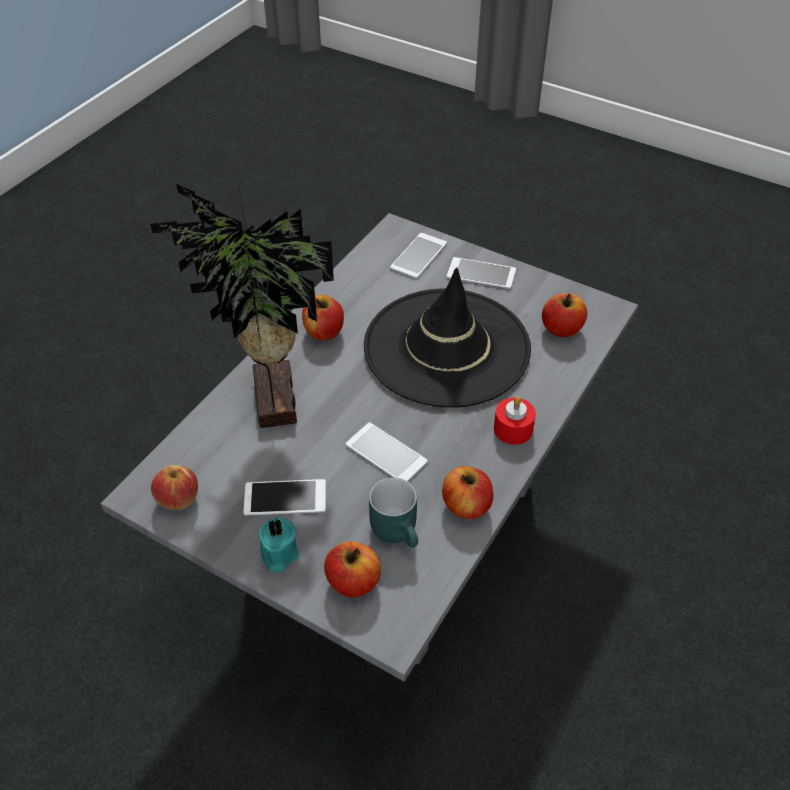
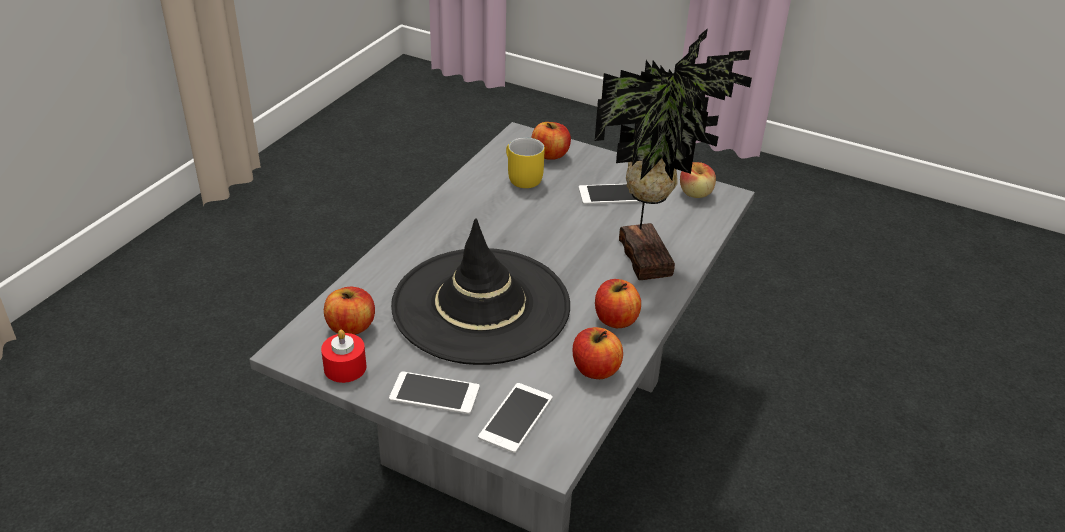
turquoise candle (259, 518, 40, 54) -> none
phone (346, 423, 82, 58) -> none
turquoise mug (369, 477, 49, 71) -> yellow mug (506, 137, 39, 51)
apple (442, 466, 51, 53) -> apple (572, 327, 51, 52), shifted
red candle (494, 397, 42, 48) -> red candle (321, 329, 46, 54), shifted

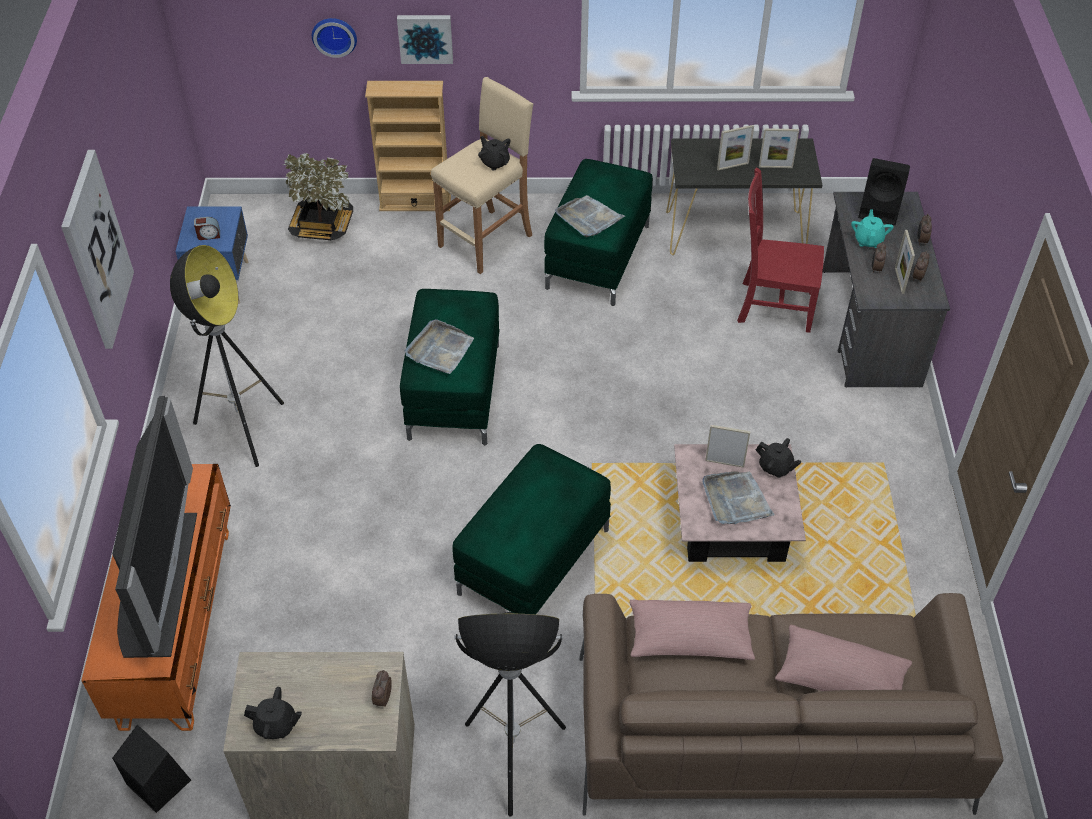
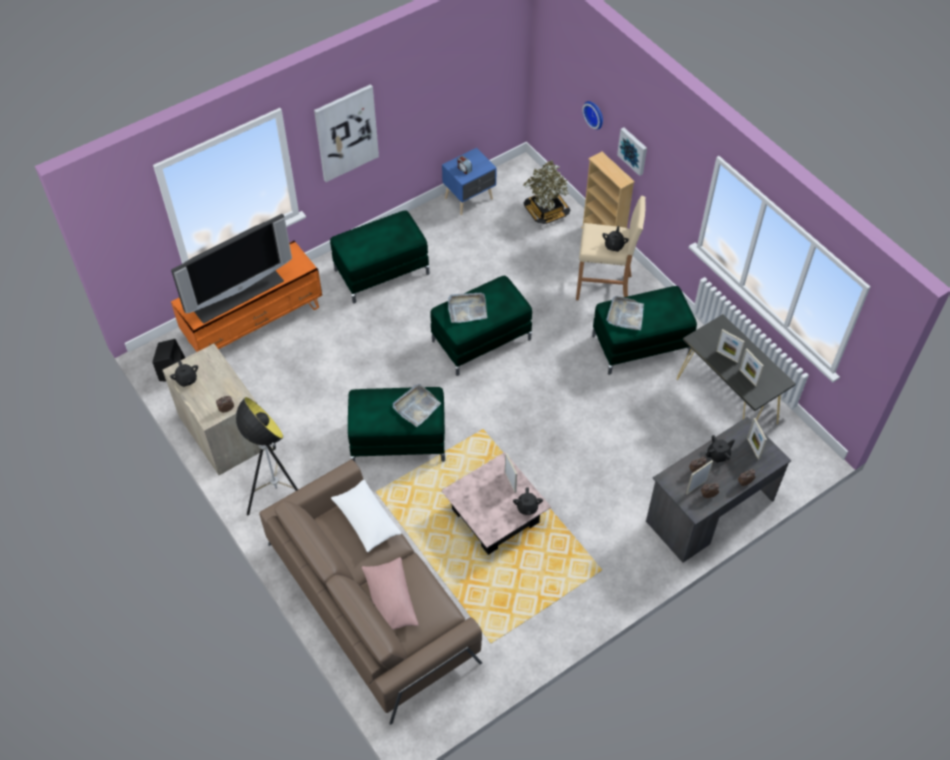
floor lamp (170, 245, 114, 222) -> green ottoman (330, 210, 99, 93)
pink pillow (630, 600, 125, 60) -> white pillow (331, 480, 71, 72)
grey tray (702, 471, 72, 53) -> grey tray (393, 384, 48, 43), shifted
red chair (737, 168, 87, 165) -> none
turquoise teapot (851, 209, 42, 39) -> black teapot (706, 435, 29, 28)
black speaker (858, 158, 52, 67) -> picture frame (747, 418, 20, 42)

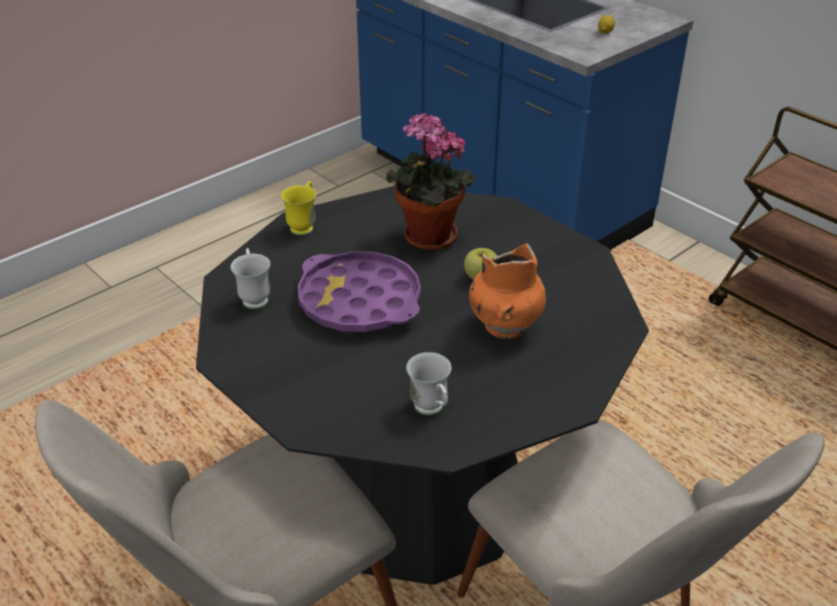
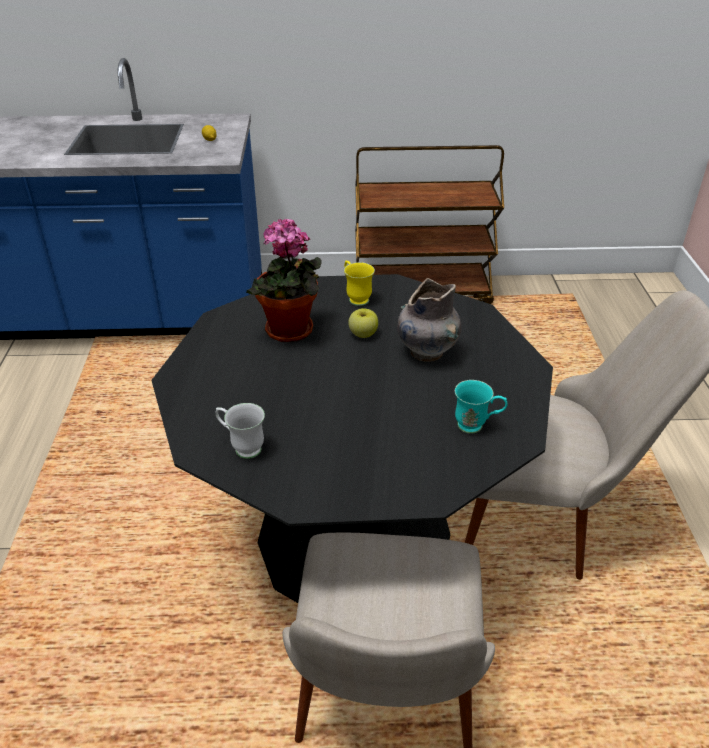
yellow mug (281, 181, 35, 54) -> yellow mug (344, 261, 31, 45), shifted
purple tray (298, 251, 123, 81) -> none
white mug (406, 352, 46, 63) -> turquoise mug (455, 380, 53, 54)
orange vase (469, 243, 77, 96) -> grey vase (397, 278, 65, 84)

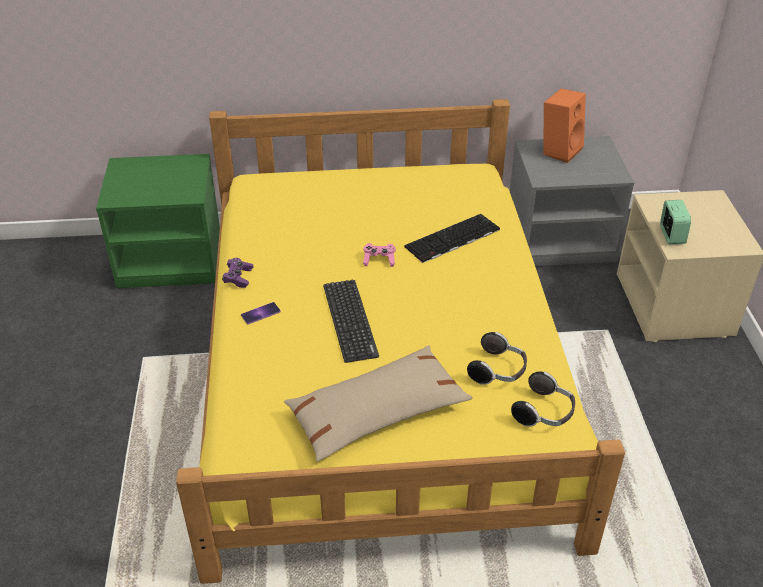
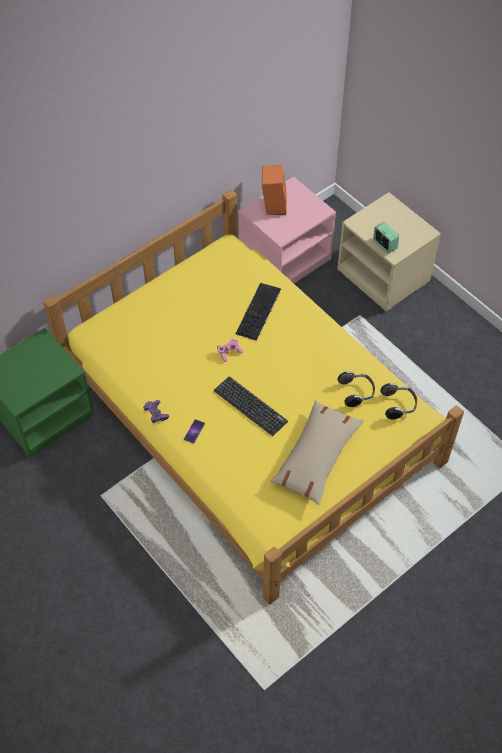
grey nightstand (510, 136, 124, 130) -> pink nightstand (239, 177, 97, 106)

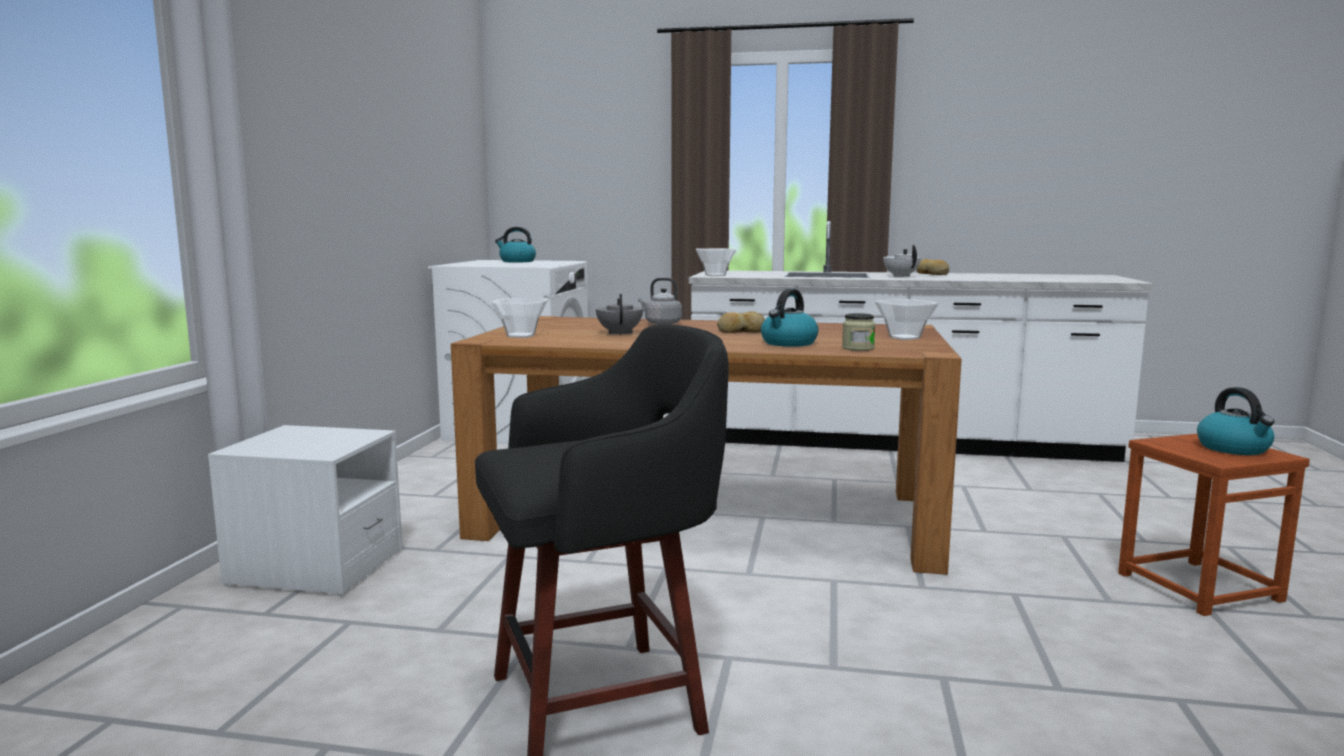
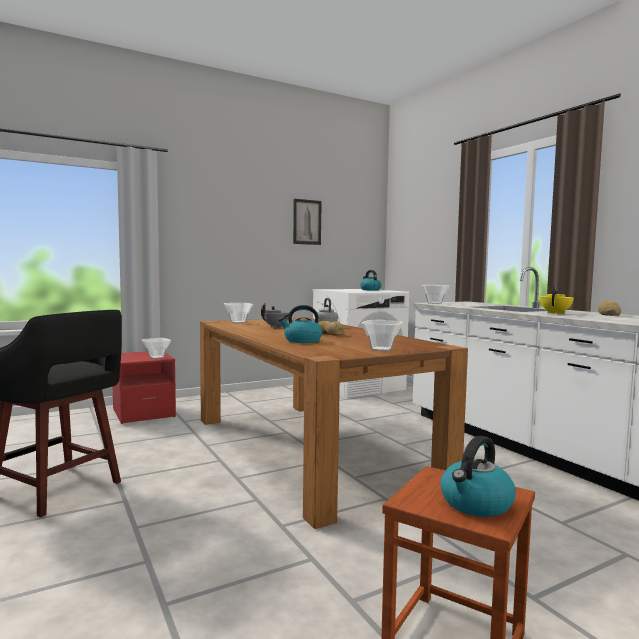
white nightstand (208, 425, 195, 171) -> red nightstand (113, 351, 63, 73)
jar (842, 313, 33, 38) -> none
white teapot (883, 245, 38, 32) -> yellow teapot (540, 286, 34, 28)
none -> bowl (142, 338, 29, 21)
none -> picture (293, 199, 29, 46)

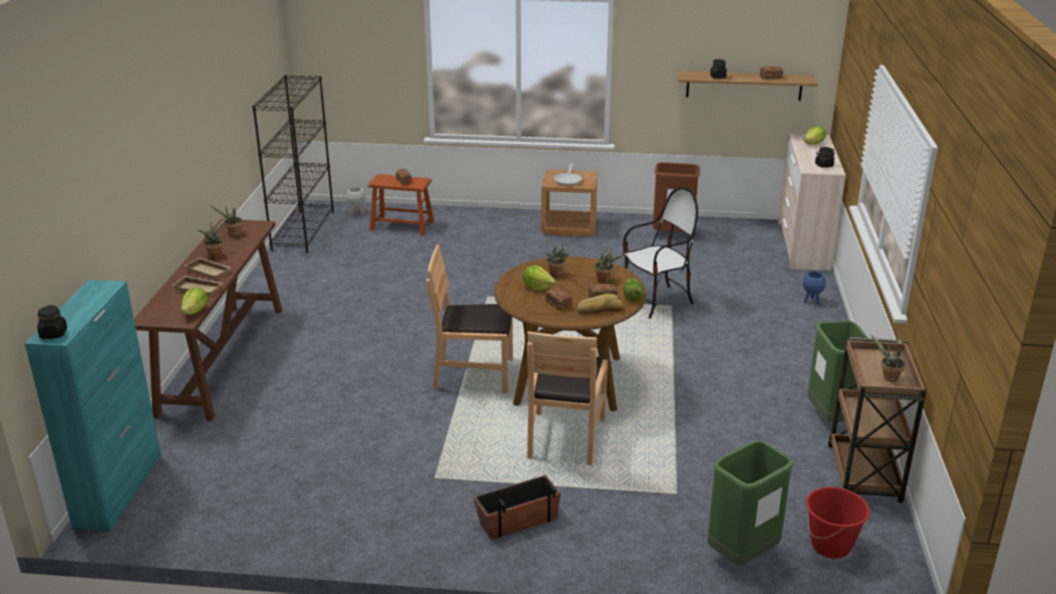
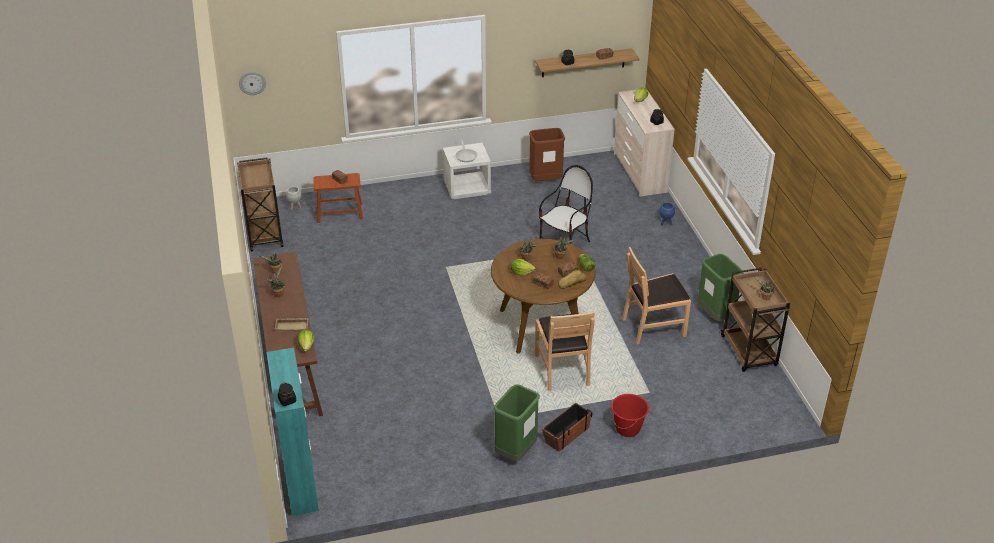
beige tray (184, 257, 47, 23) -> none
black bookcase (252, 75, 82, 178) -> brown cart (237, 157, 47, 94)
brown chair (426, 244, 87, 149) -> brown chair (622, 247, 69, 97), shifted
brown nightstand (541, 170, 57, 67) -> white nightstand (443, 143, 48, 56)
green trash can (707, 440, 87, 125) -> green trash can (494, 384, 46, 77), shifted
red bucket (806, 487, 64, 72) -> red bucket (611, 394, 38, 43), shifted
none -> wall clock (239, 72, 27, 23)

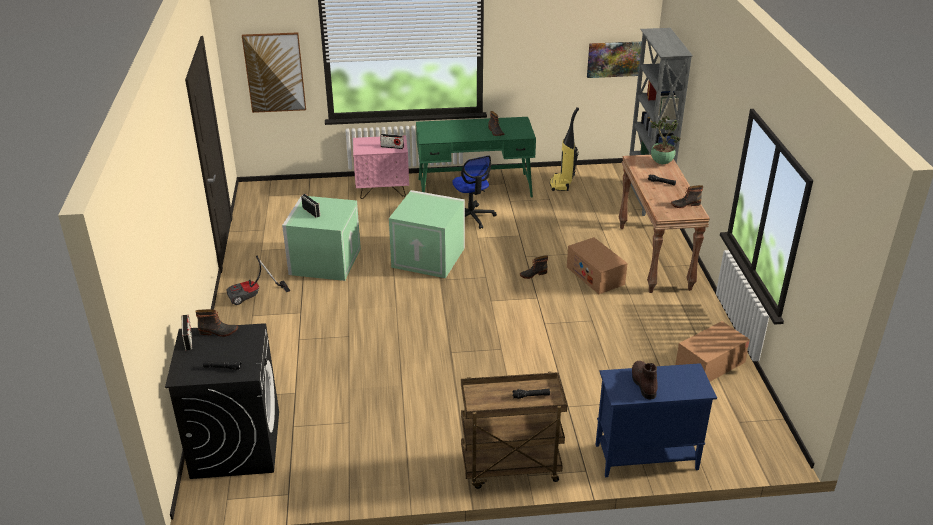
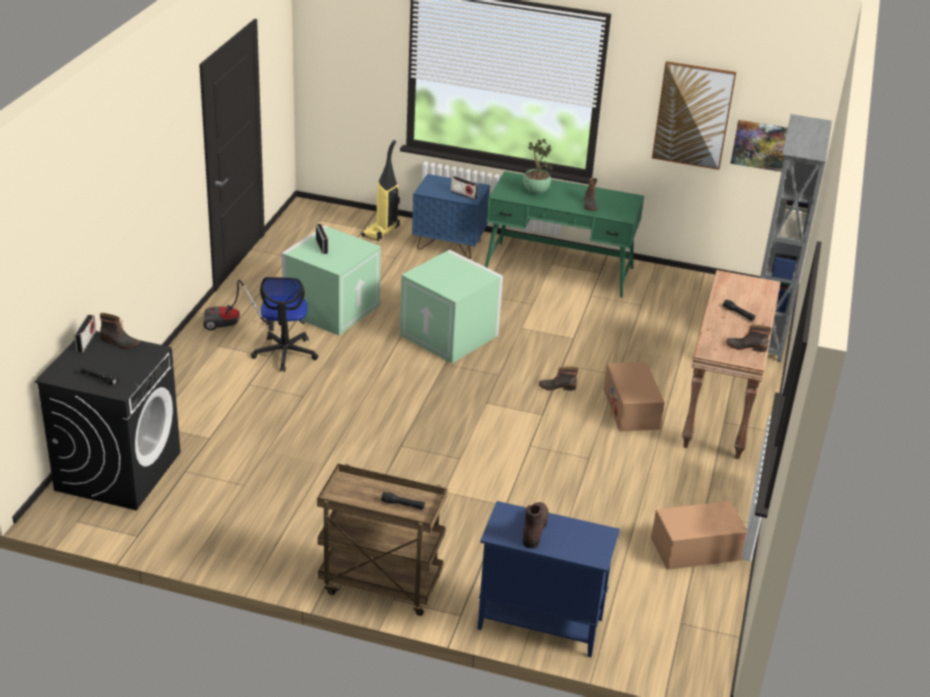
picture (242, 32, 64, 81) -> picture (652, 61, 84, 109), shifted
pink nightstand (353, 135, 56, 64) -> blue nightstand (412, 174, 78, 85)
office chair (452, 156, 45, 73) -> office chair (251, 277, 68, 95), shifted
vacuum cleaner (550, 107, 29, 84) -> vacuum cleaner (361, 140, 39, 101), shifted
potted plant (651, 116, 29, 48) -> potted plant (523, 139, 30, 55), shifted

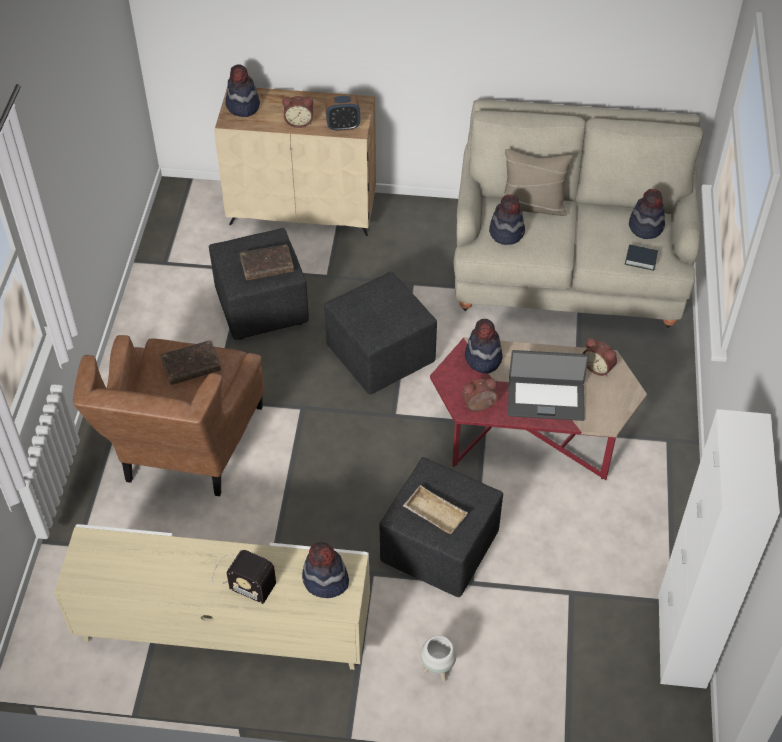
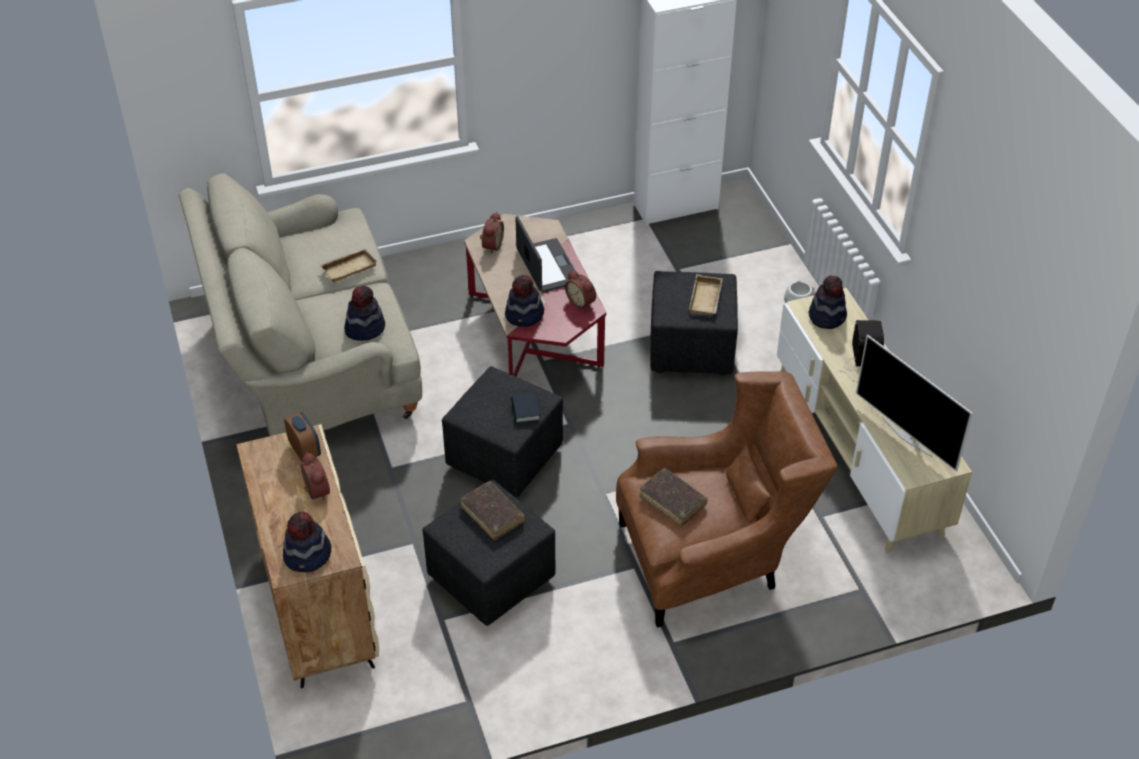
beige pillow (500, 149, 73, 67) -> none
book (625, 244, 33, 27) -> book (511, 393, 29, 31), shifted
hat (629, 189, 36, 50) -> none
none -> beige tray (319, 248, 59, 35)
none -> television (856, 334, 117, 138)

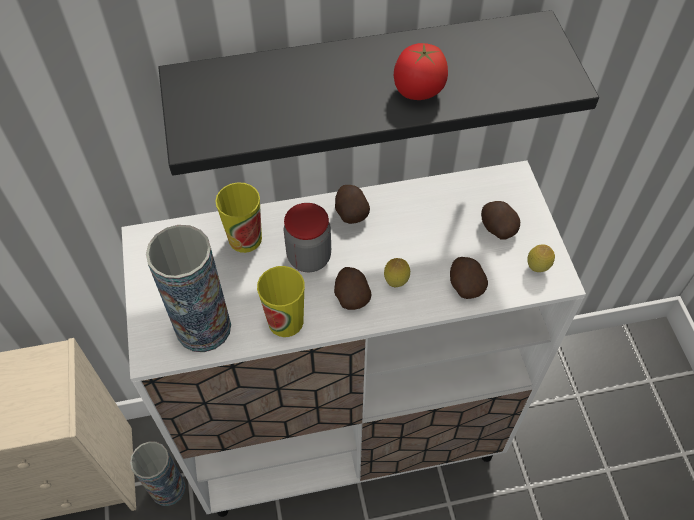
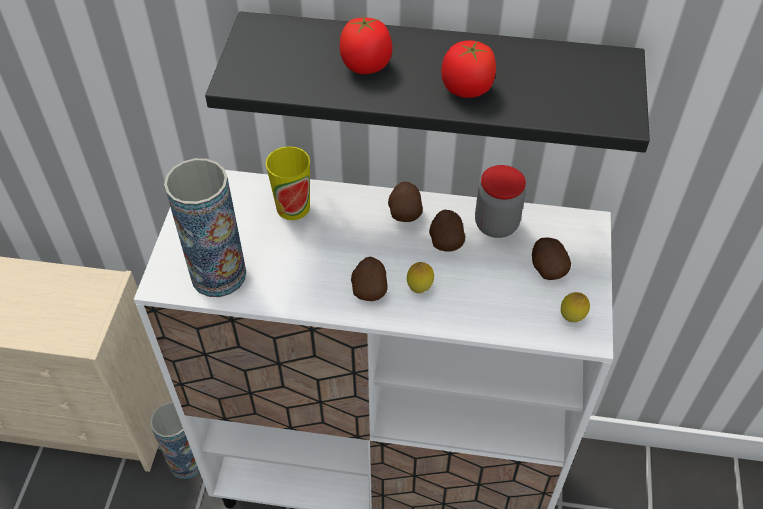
cup (257, 266, 48, 71) -> none
jar (284, 203, 47, 69) -> jar (475, 165, 51, 73), shifted
potato (450, 257, 38, 42) -> potato (429, 210, 36, 41), shifted
none -> tomato (340, 14, 53, 60)

